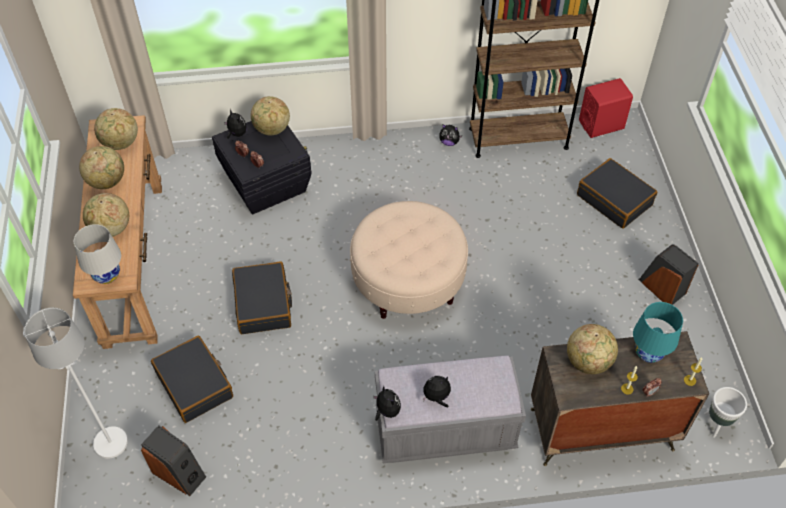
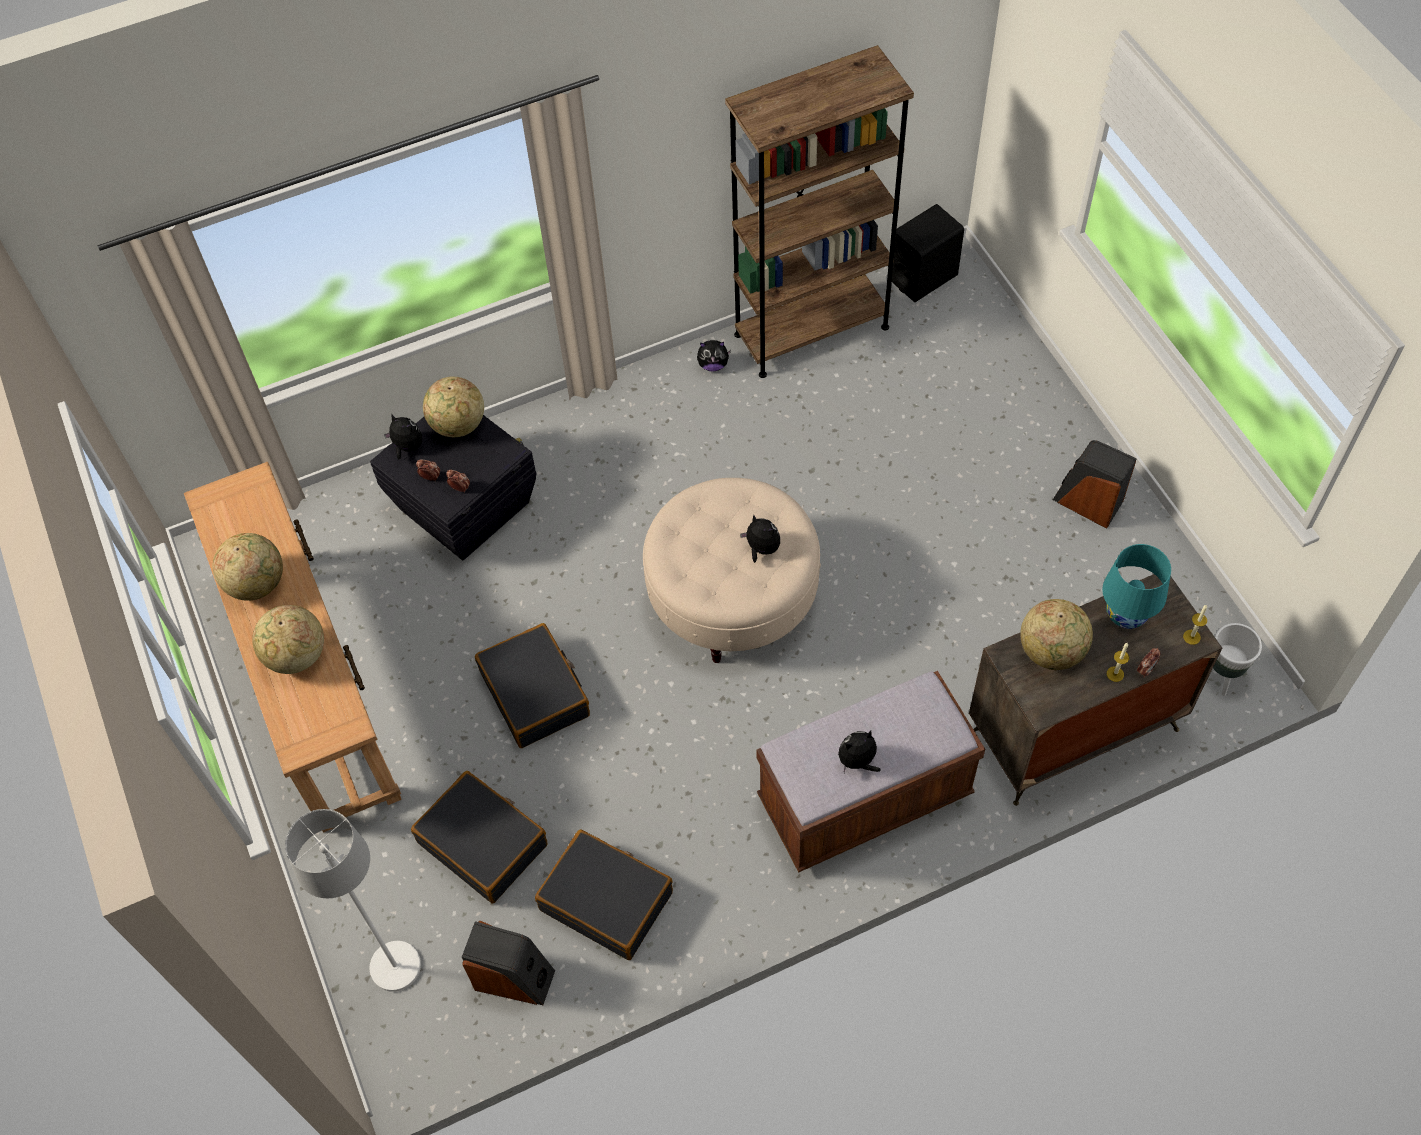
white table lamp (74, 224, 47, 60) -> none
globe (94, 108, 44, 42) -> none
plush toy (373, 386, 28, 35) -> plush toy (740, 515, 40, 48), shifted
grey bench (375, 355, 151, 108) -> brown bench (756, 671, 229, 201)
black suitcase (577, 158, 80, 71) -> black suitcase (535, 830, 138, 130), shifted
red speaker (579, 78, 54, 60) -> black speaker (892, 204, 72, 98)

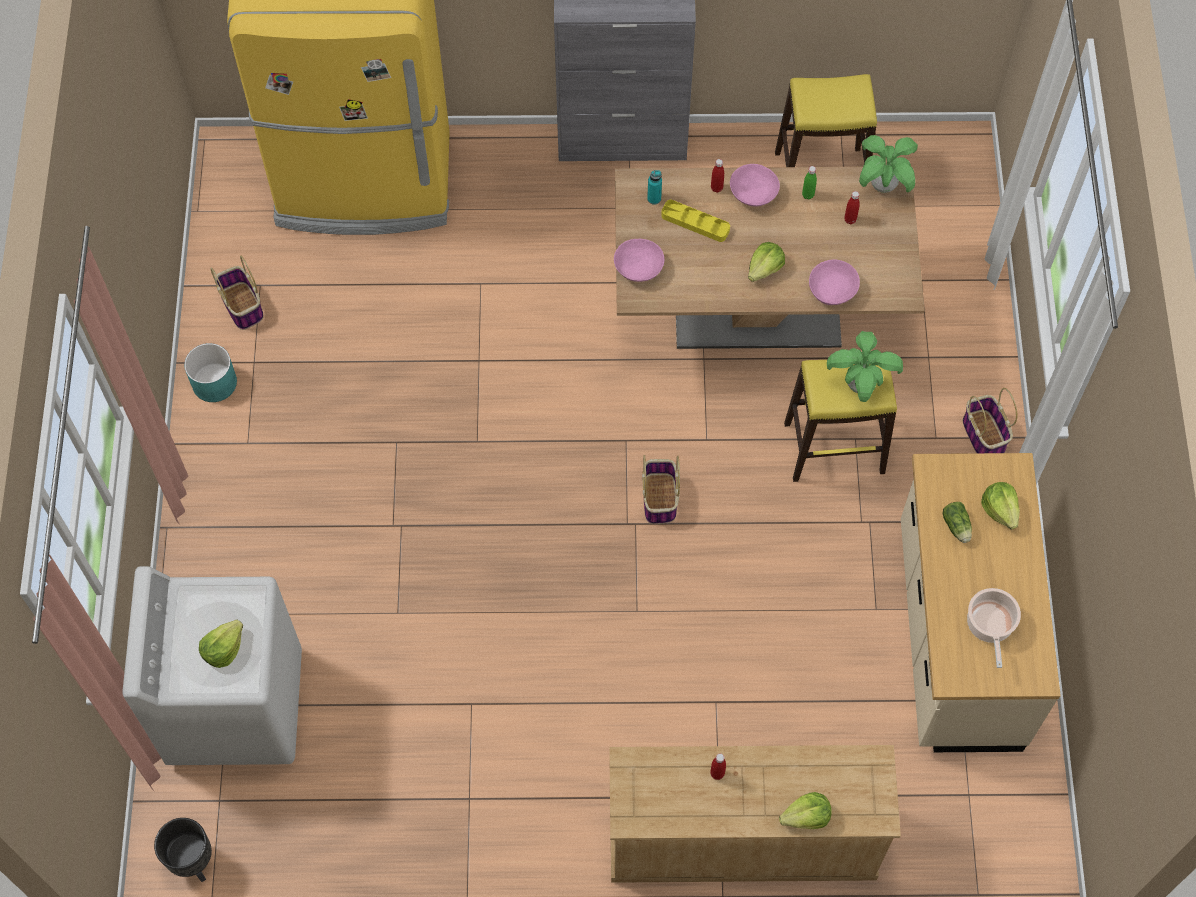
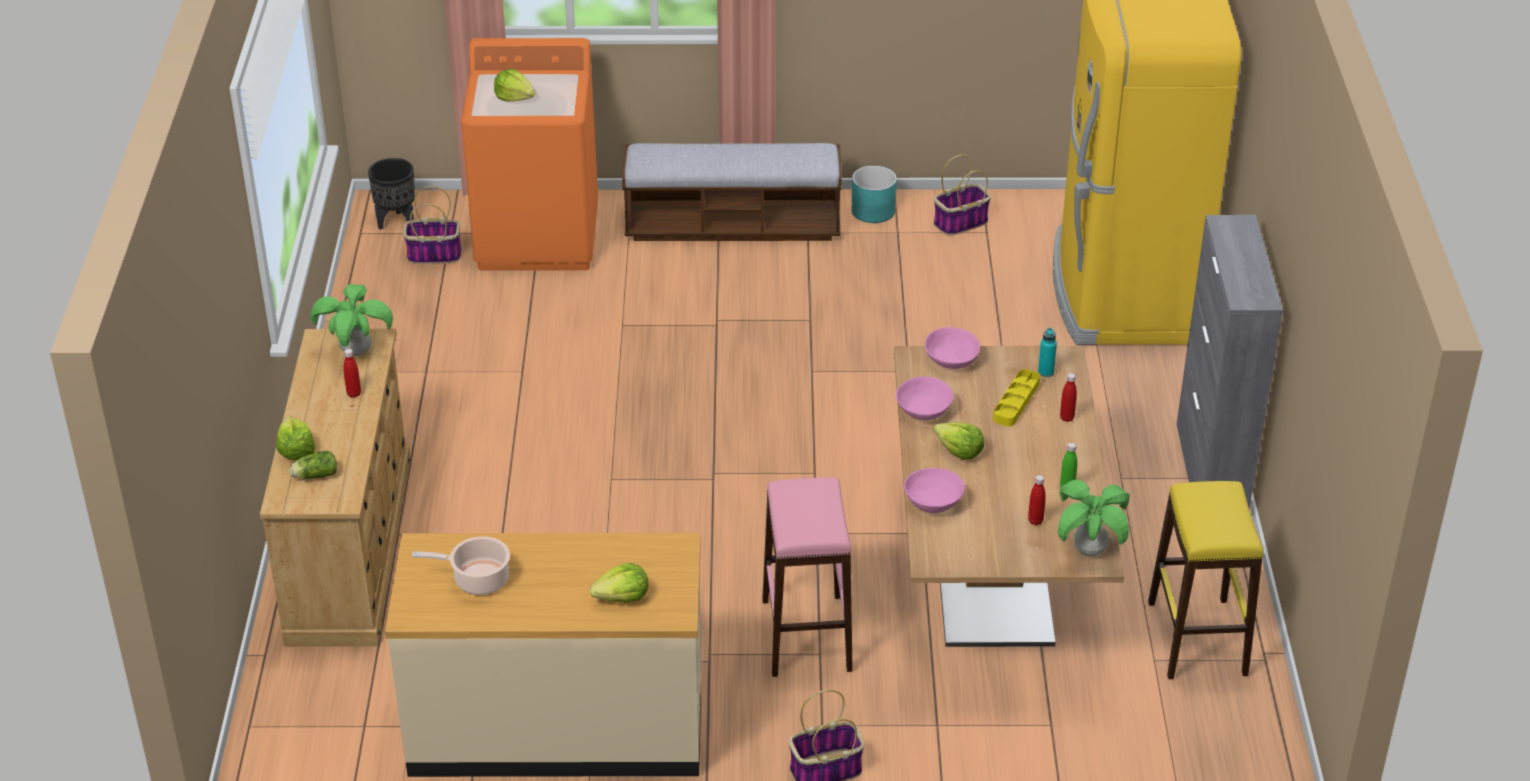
white washing machine (122, 566, 180, 199) -> orange washing machine (461, 38, 137, 233)
basket (642, 455, 38, 69) -> basket (403, 186, 58, 78), shifted
pink bowl (730, 164, 50, 43) -> pink bowl (896, 377, 58, 43), shifted
yellow stool (784, 359, 113, 123) -> pink stool (762, 478, 91, 199)
potted plant (827, 331, 76, 71) -> potted plant (310, 284, 83, 72), shifted
lettuce (943, 502, 29, 41) -> lettuce (290, 451, 47, 28), shifted
none -> bench (622, 143, 220, 98)

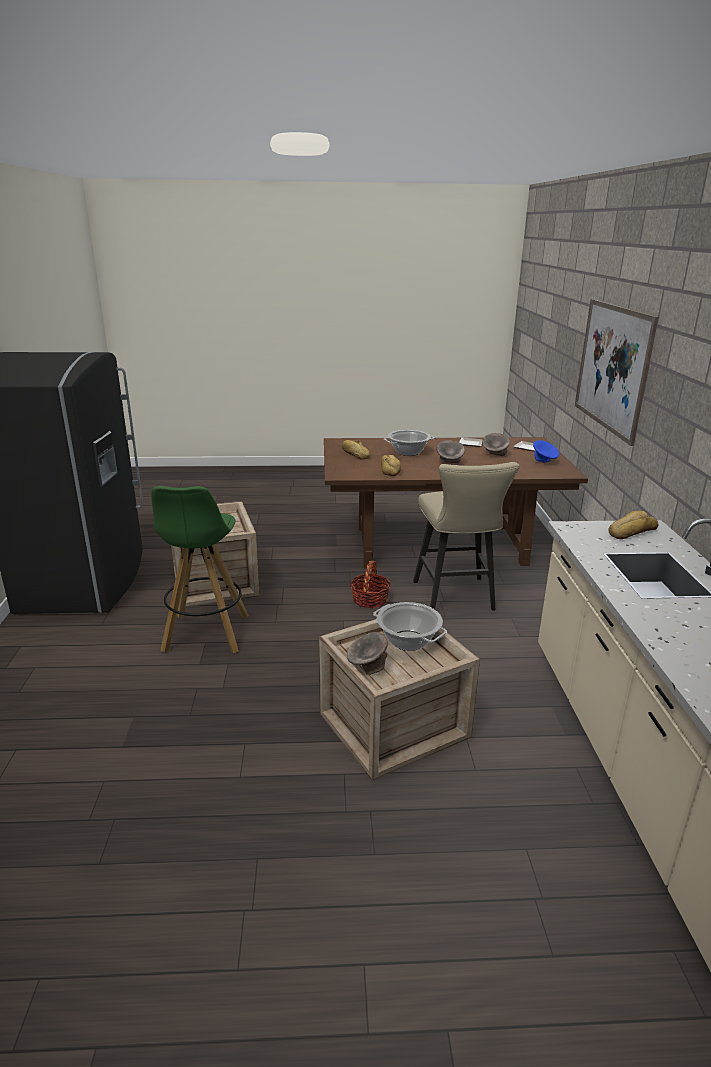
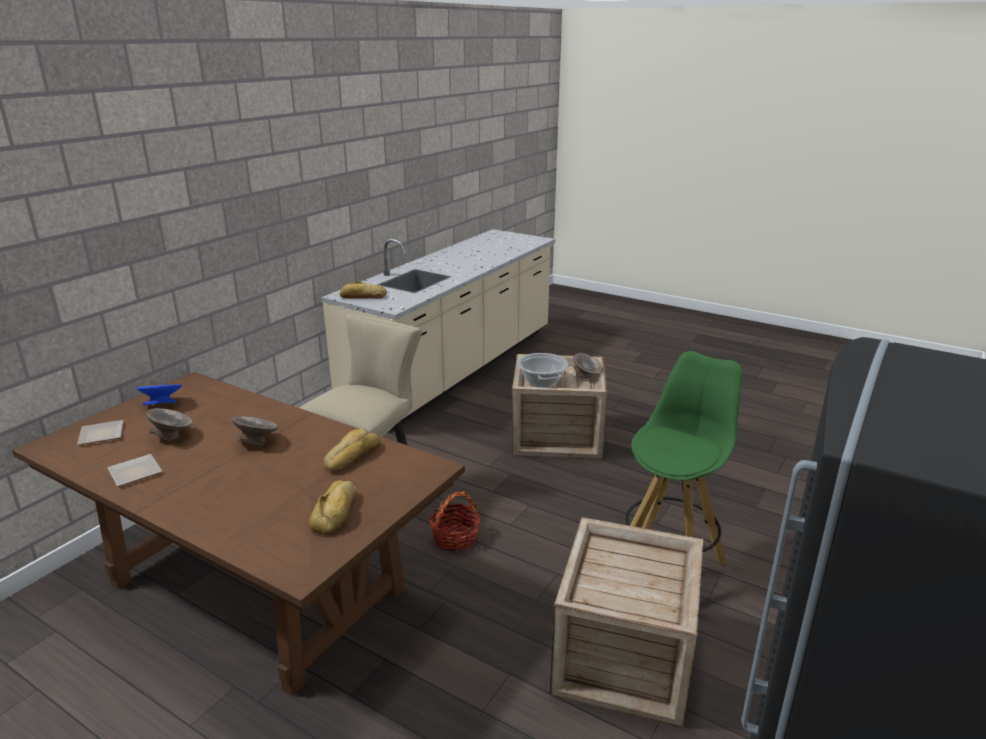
cooking pot (384, 430, 50, 26) -> none
picture (575, 299, 84, 147) -> none

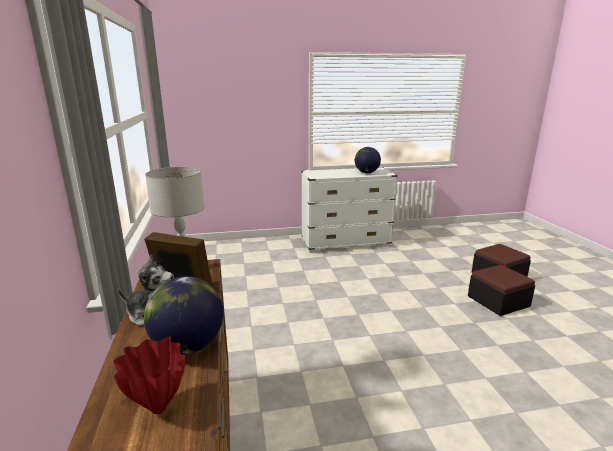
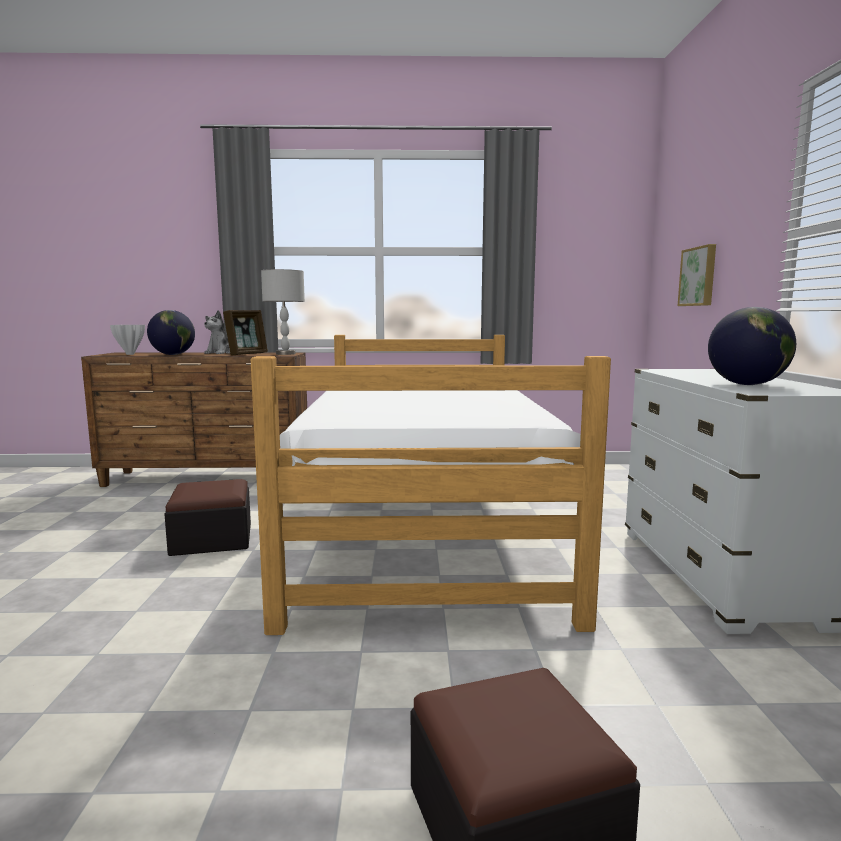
red vase (113, 336, 72, 78) -> white vase (110, 325, 35, 30)
ottoman (468, 265, 67, 51) -> ottoman (165, 479, 86, 77), shifted
none -> bed (251, 335, 360, 300)
none -> picture (678, 244, 38, 62)

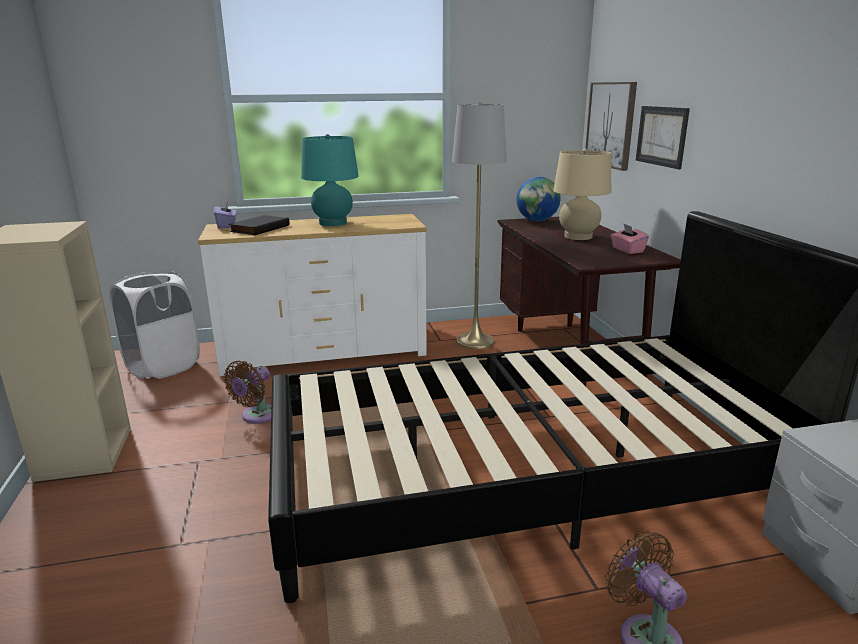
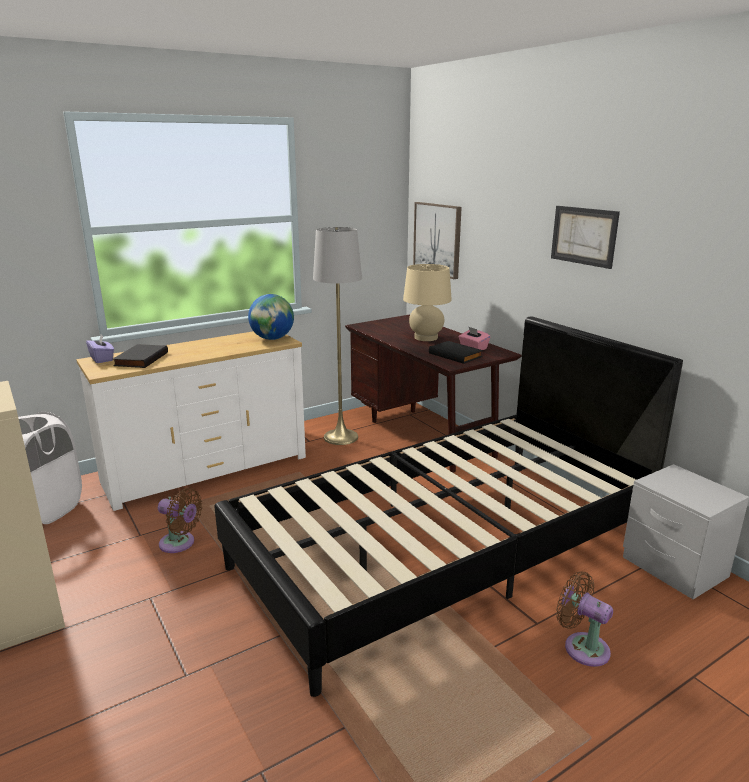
brown fan (224, 361, 47, 63) -> brown fan (158, 488, 44, 65), 75 degrees counterclockwise
turquoise table lamp (301, 134, 58, 92) -> none
globe (517, 177, 44, 44) -> globe (248, 294, 46, 46), shifted
picture (636, 106, 54, 63) -> picture (551, 206, 69, 63), shifted
none -> black book (429, 341, 54, 23)

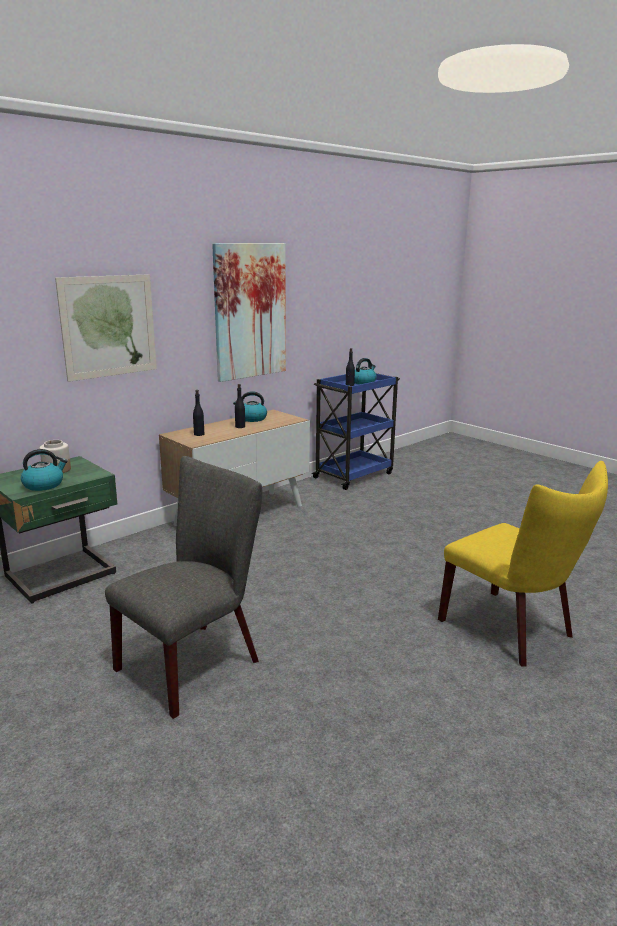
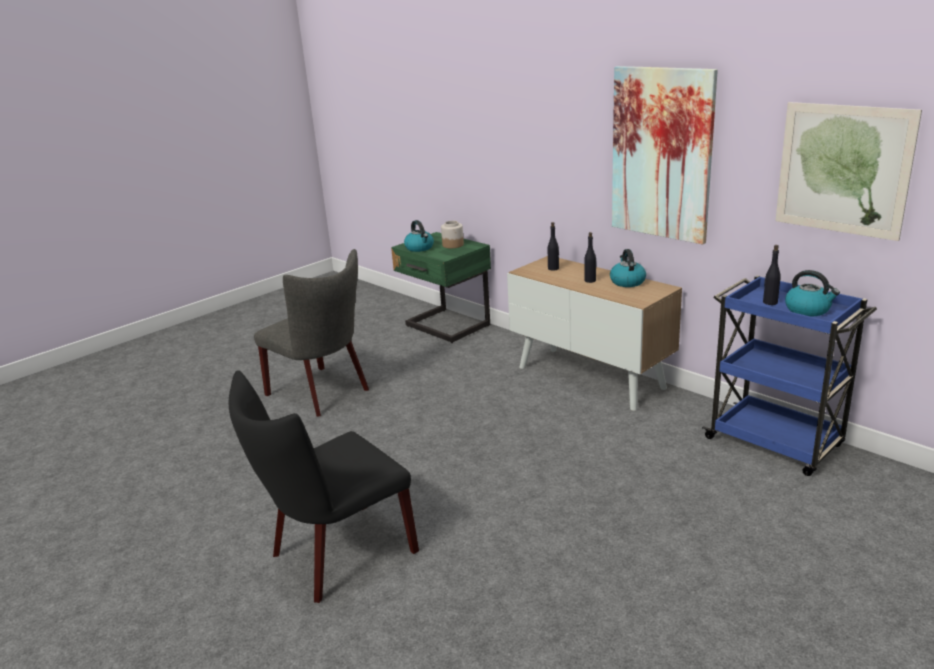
picture (55, 274, 102, 108) -> picture (776, 102, 146, 139), shifted
yellow chair (438, 461, 170, 205) -> black chair (229, 370, 190, 233)

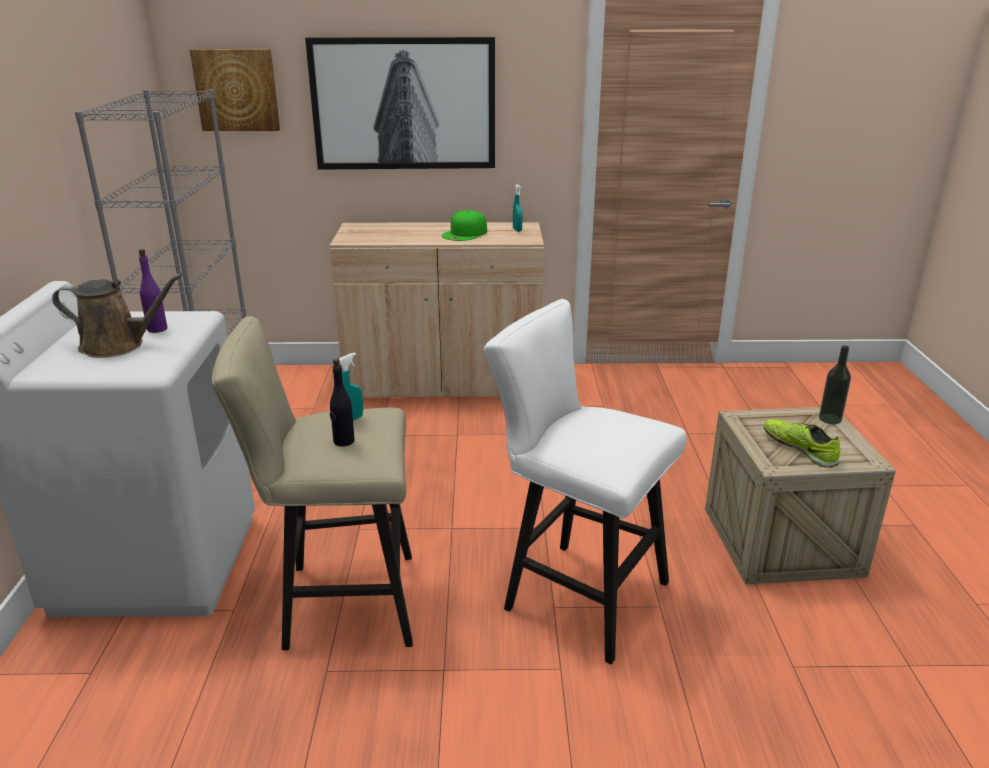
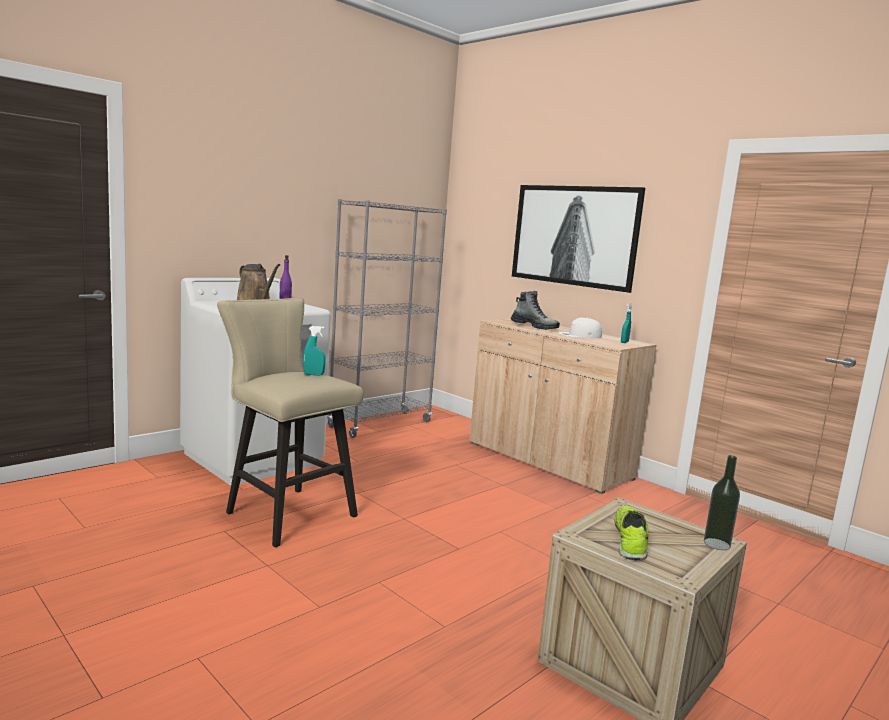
picture (190, 49, 90, 82) -> none
black bottle (330, 358, 25, 89) -> none
green cap (442, 210, 45, 31) -> white cap (558, 318, 44, 21)
white stool (484, 299, 203, 365) -> none
none -> boot (511, 291, 49, 39)

